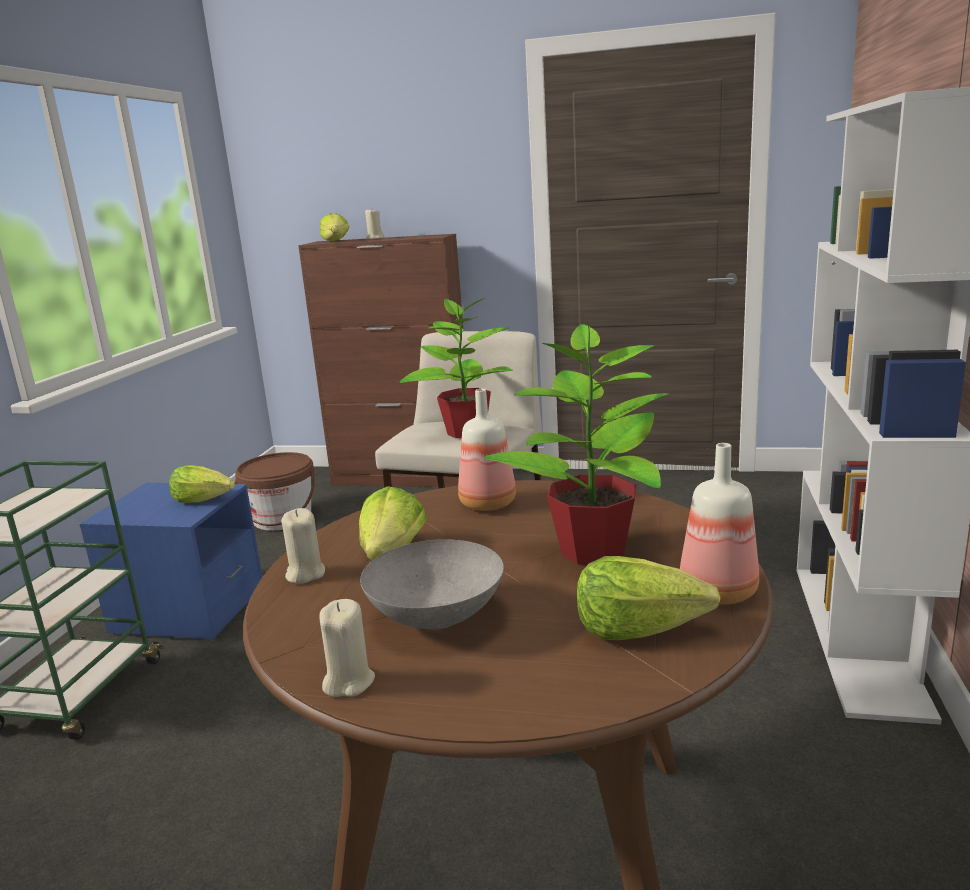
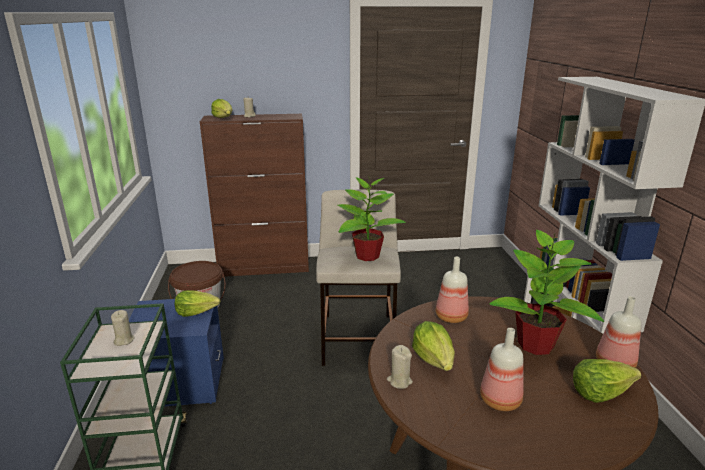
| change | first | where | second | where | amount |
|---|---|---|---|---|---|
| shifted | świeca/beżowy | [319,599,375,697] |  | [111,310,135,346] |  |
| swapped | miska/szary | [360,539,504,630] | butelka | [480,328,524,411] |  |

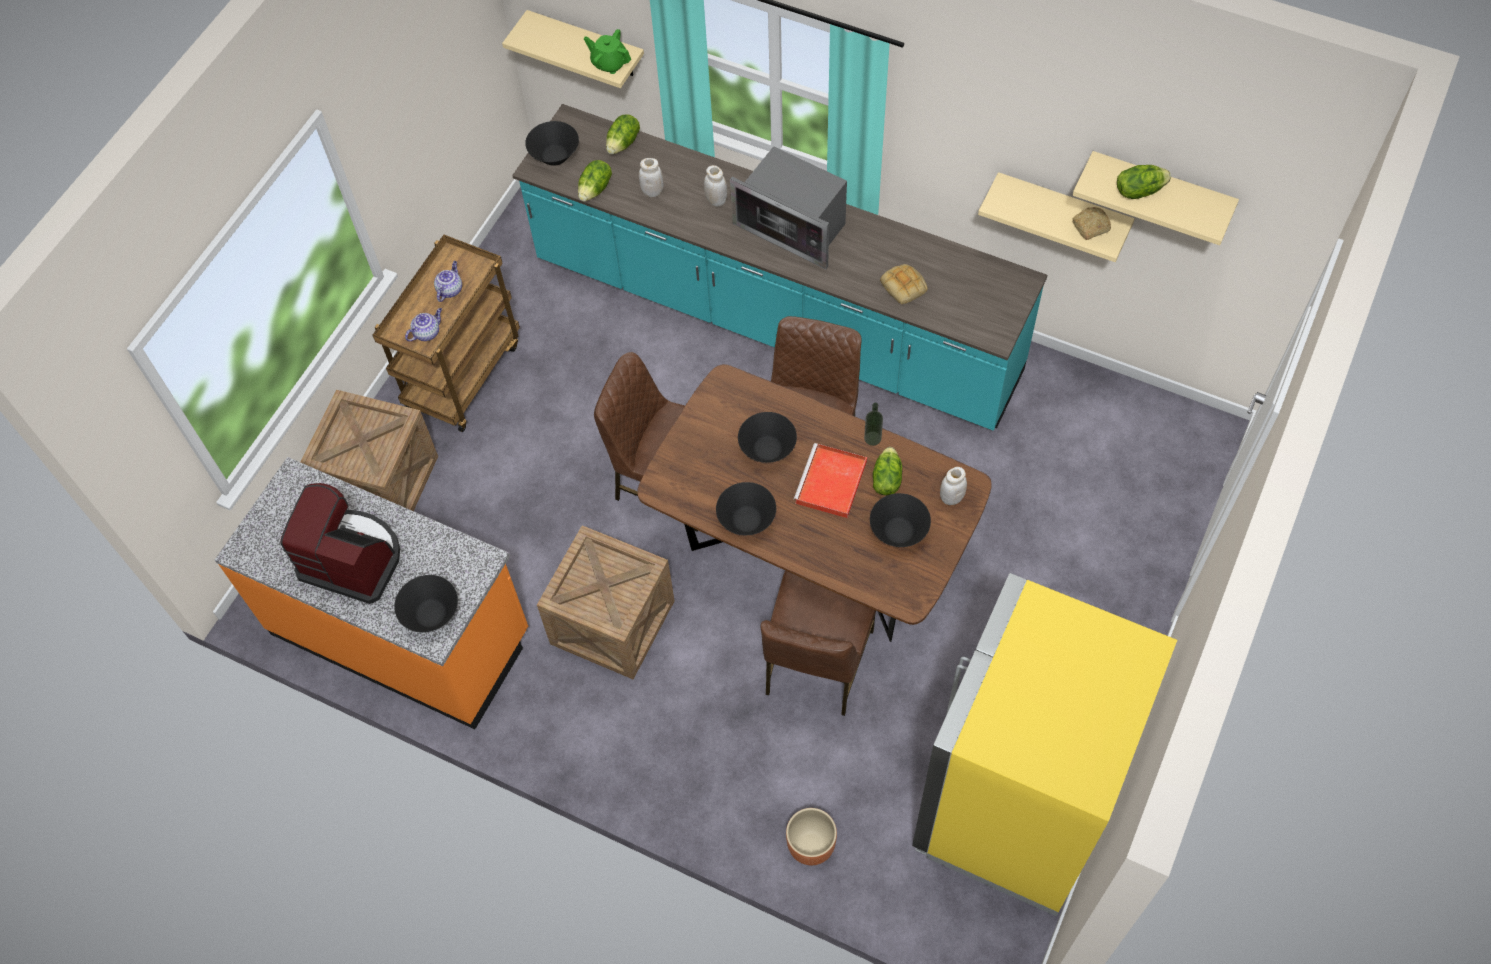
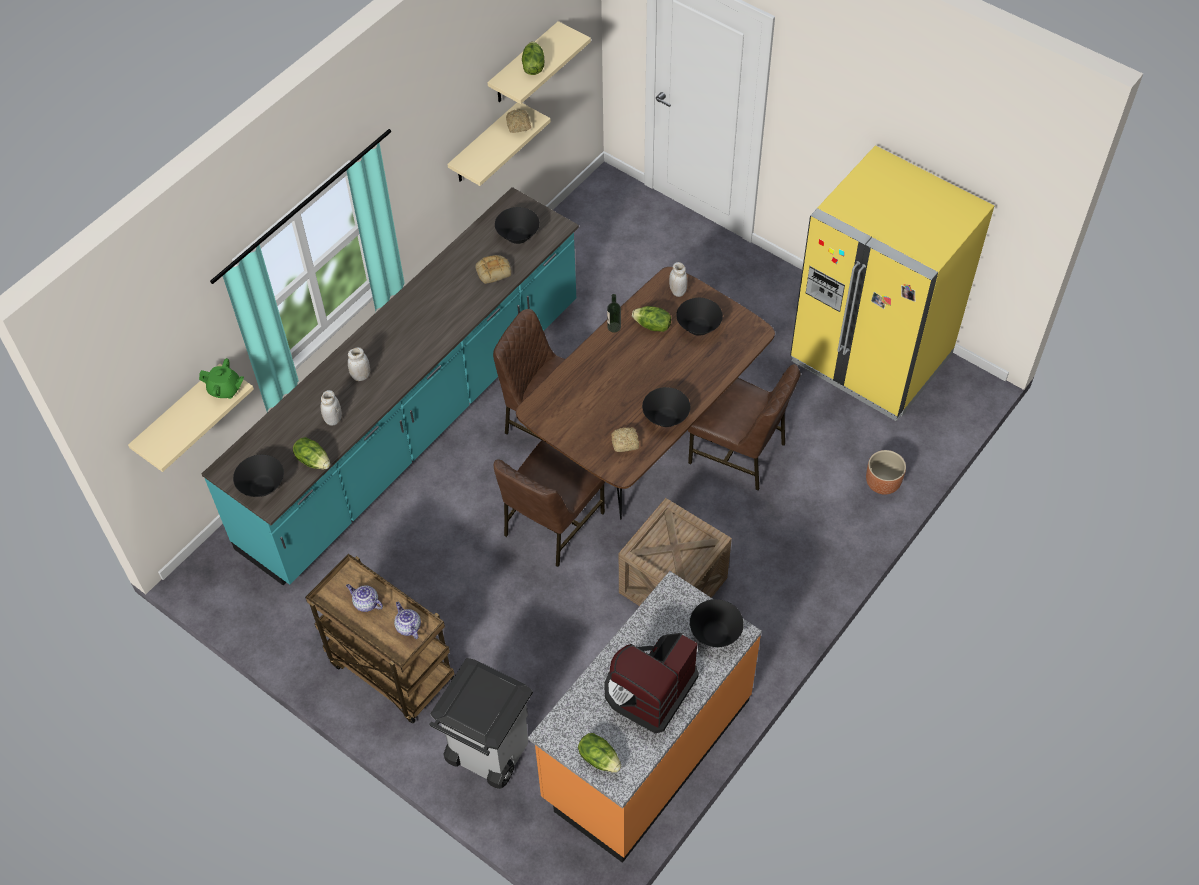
| change | first | where | second | where | amount |
|---|---|---|---|---|---|
| gone | mikrofalówka | [730,146,847,269] |  |  |  |
| gone | taca/czerwony | [794,443,867,518] |  |  |  |
| new |  |  | chleb | [611,427,639,452] |  |
| shifted | sałata | [606,114,640,155] |  | [578,733,621,773] |  |
| shifted | miska/czarny | [738,412,797,463] |  | [495,207,540,244] |  |
| swapped | skrzynka | [301,390,438,511] | kosz na śmieci/szary | [429,658,533,789] |  |
| rotated | imbryk/zielony | [584,29,631,74] |  | [199,358,244,399] | 120 degrees counterclockwise |

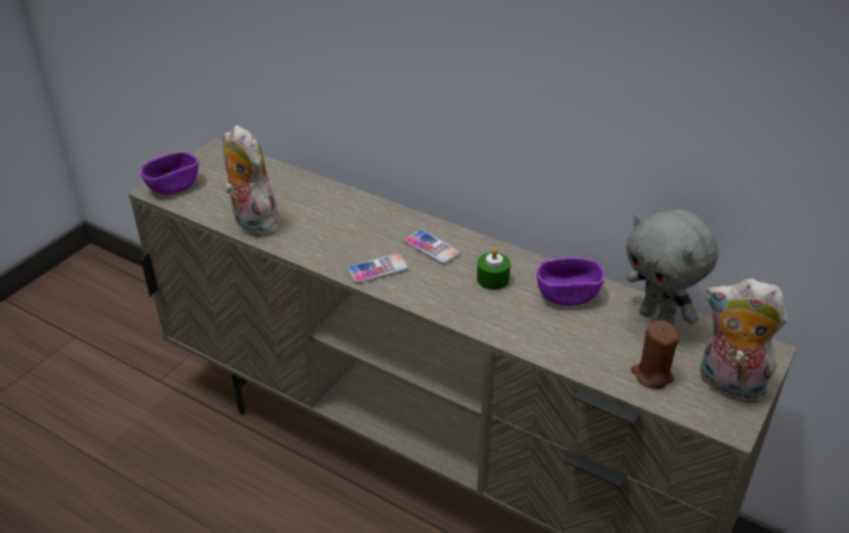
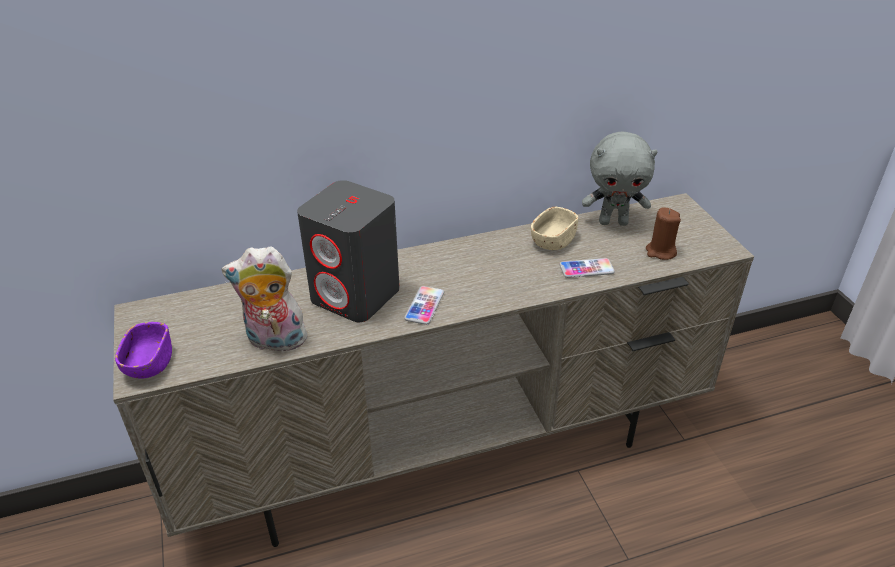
| change | first | where | second | where | amount |
|---|---|---|---|---|---|
| gone | świeca/zielony | [477,248,510,290] |  |  |  |
| gone | pluszak | [700,279,787,403] |  |  |  |
| new |  |  | głośnik/szary | [297,180,400,322] |  |
| shifted | telefon | [404,230,460,264] |  | [559,258,615,278] |  |
| repainted | miska/fioletowy | [537,257,605,306] | miska/beżowy | [531,207,578,250] |  |

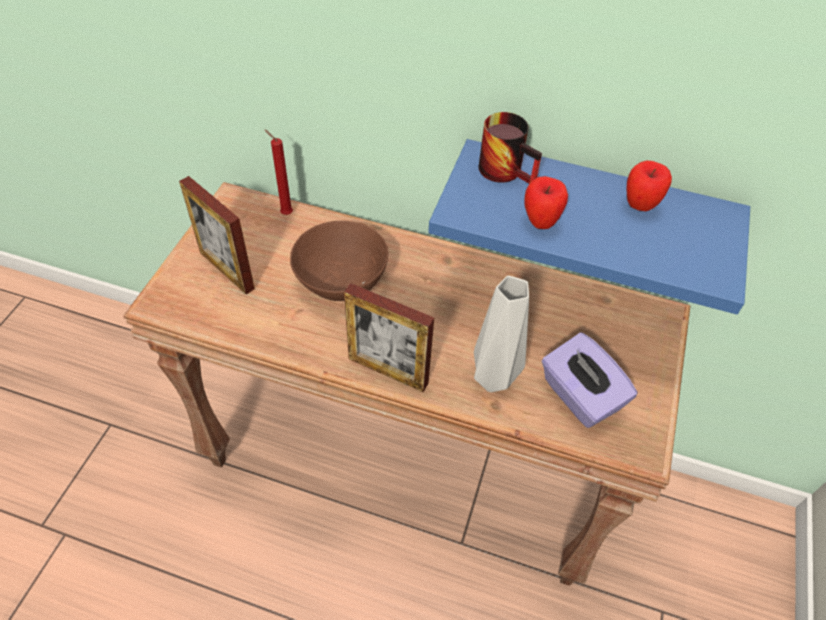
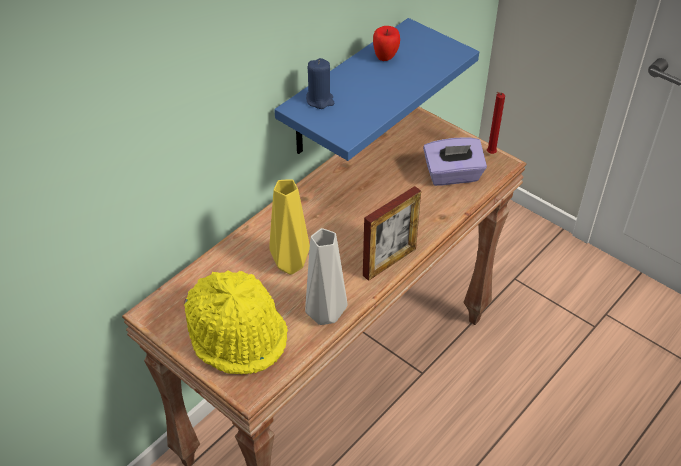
| change | first | where | second | where | amount |
|---|---|---|---|---|---|
| gone | jabłko | [524,176,568,229] |  |  |  |
| shifted | świeca/czerwony | [264,129,293,215] |  | [487,92,505,154] |  |
| shifted | wazon/szary | [474,276,529,392] |  | [305,228,348,325] |  |
| swapped | ramka na zdjęcie | [179,176,255,295] | kapelusz/żółty | [184,270,288,374] |  |
| swapped | miska/brązowy | [290,221,389,301] | wazon/żółty | [269,179,310,275] |  |
| swapped | kubek | [479,112,542,184] | świeca/niebieski | [306,58,334,109] |  |

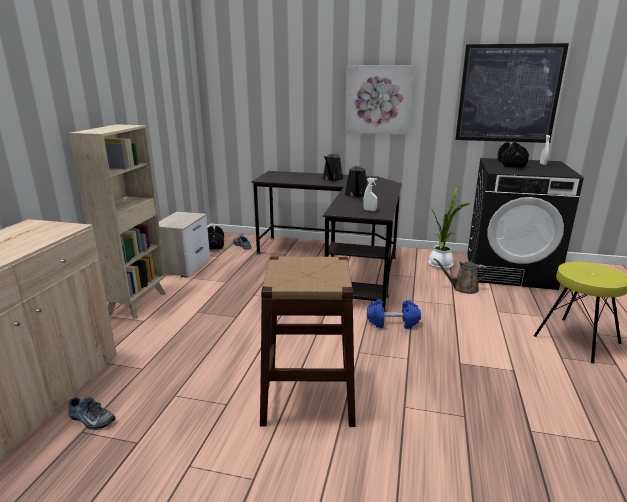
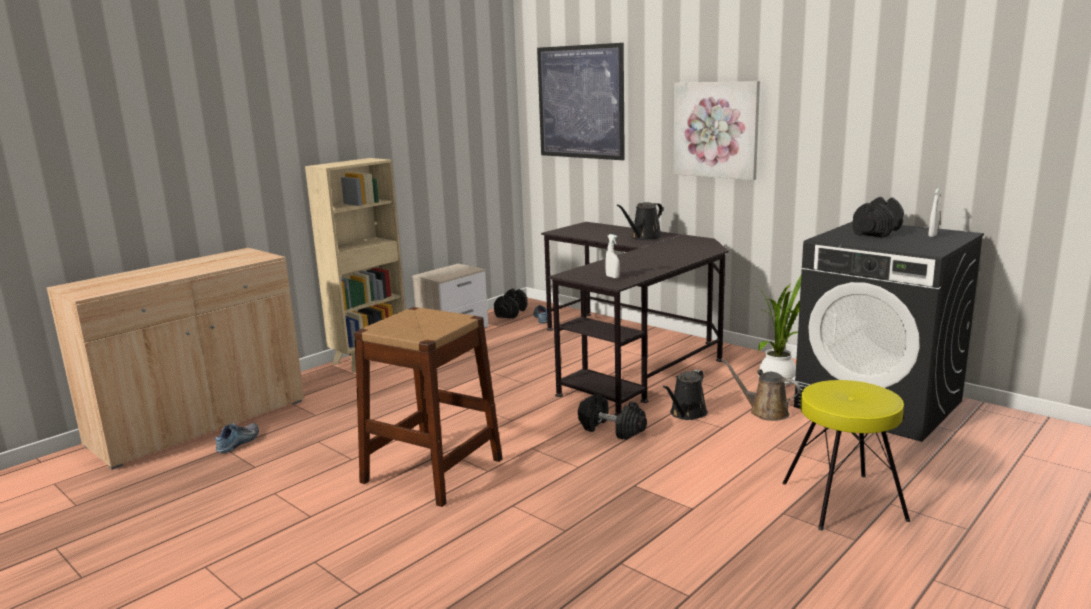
| change | first | where | second | where | amount |
|---|---|---|---|---|---|
| shifted | konewka/czarny | [345,166,367,198] |  | [663,369,708,420] |  |
| shifted | obraz | [455,43,569,143] |  | [537,43,625,160] |  |
| repainted | hantel/niebieski | [367,299,421,329] | hantel/czarny | [578,394,647,440] |  |
| rotated | but | [68,396,116,430] |  | [216,423,259,453] | 120 degrees counterclockwise |

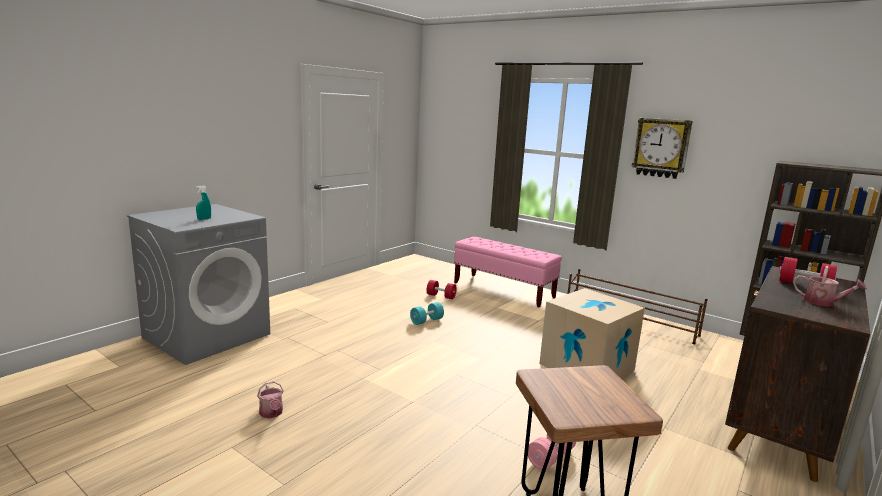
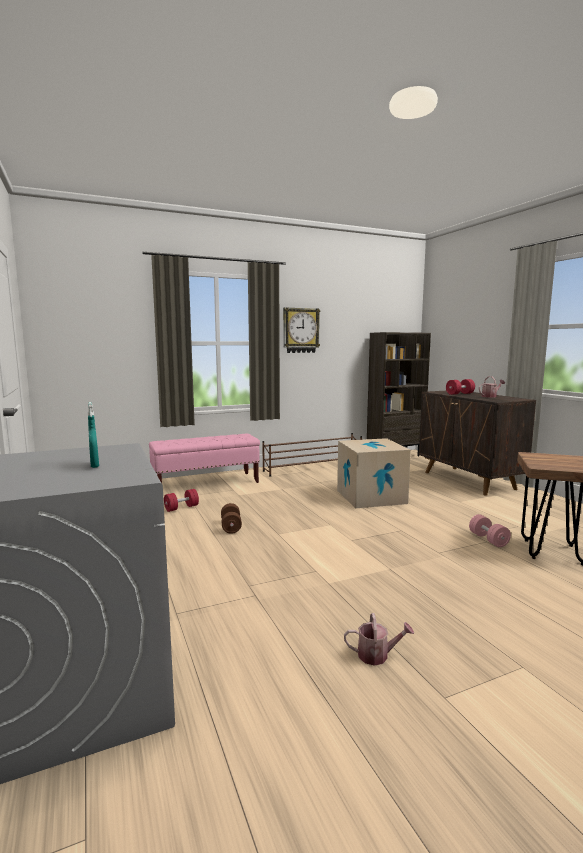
| change | first | where | second | where | amount |
|---|---|---|---|---|---|
| repainted | hantel/turkusowy | [410,302,444,325] | hantel/brązowy | [221,503,242,534] |  |

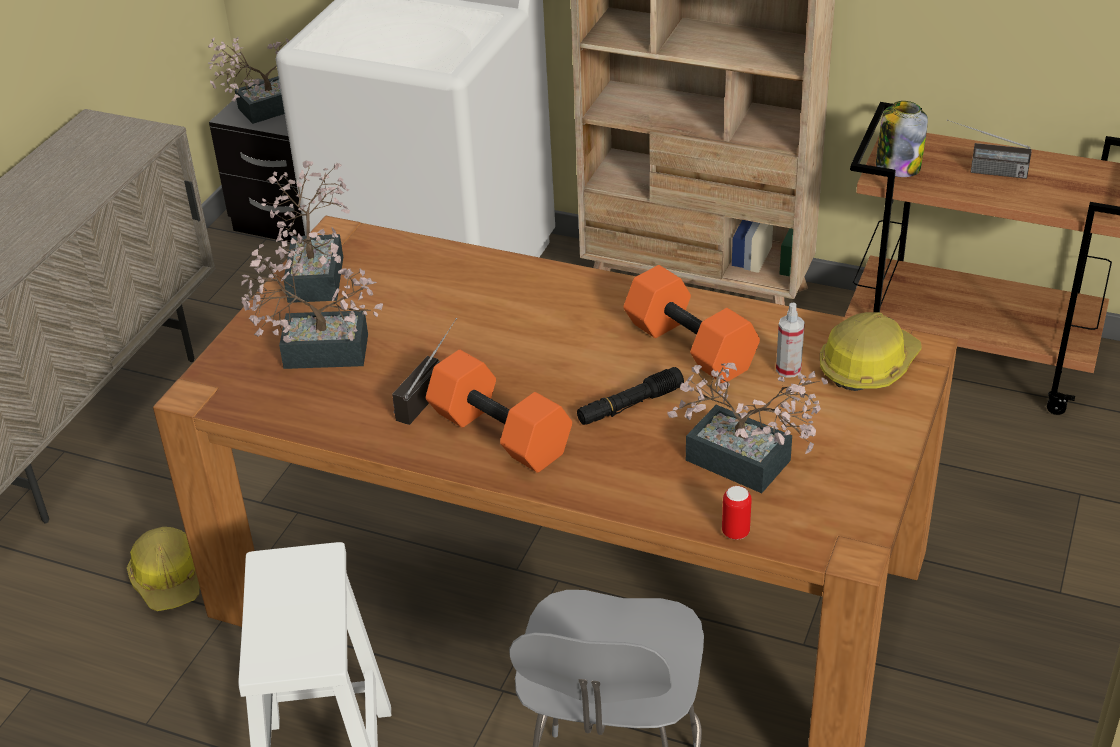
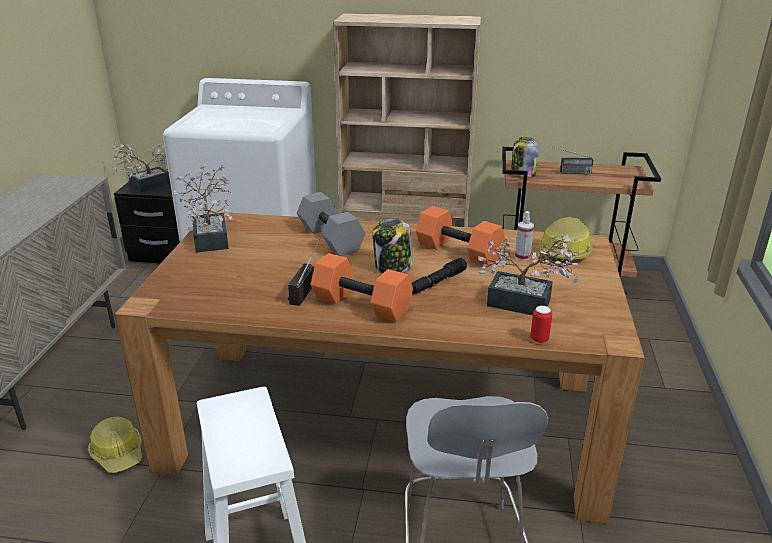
| change | first | where | second | where | amount |
|---|---|---|---|---|---|
| gone | roślina doniczkowa | [241,244,383,369] |  |  |  |
| new |  |  | hantel/szary | [297,192,366,256] |  |
| new |  |  | słoik | [373,218,413,274] |  |

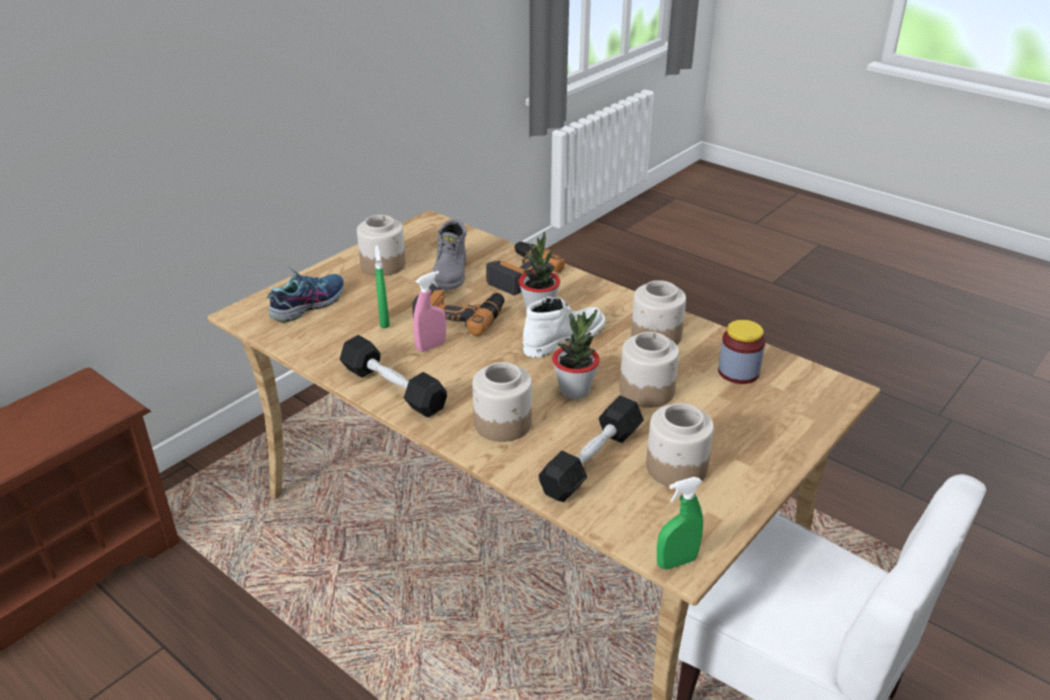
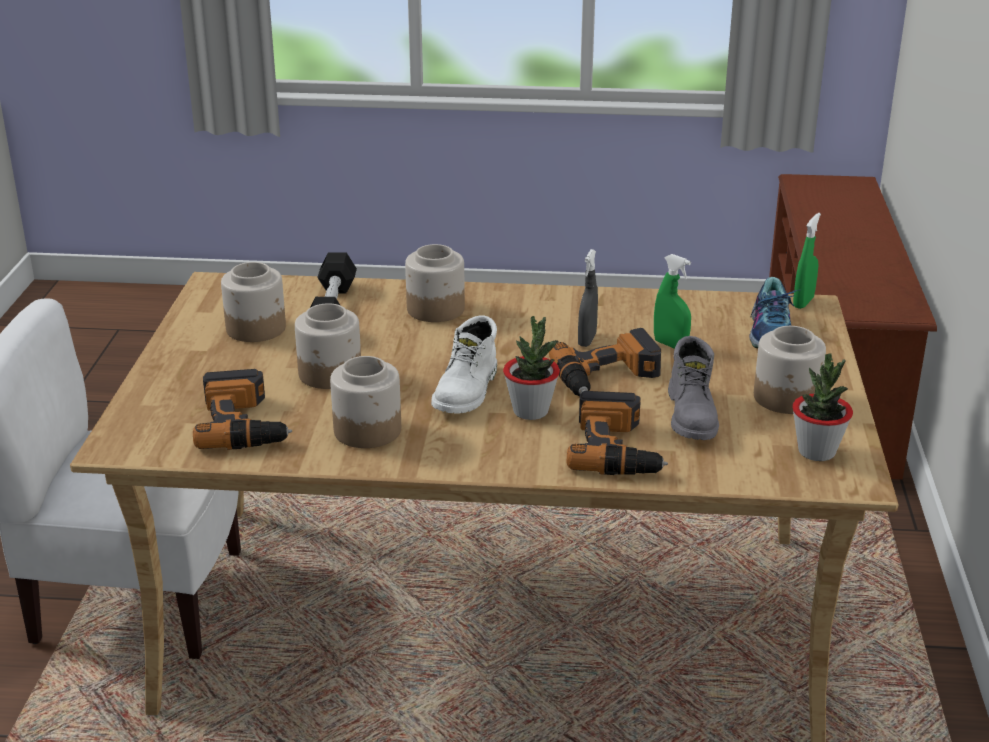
| change | first | where | second | where | amount |
|---|---|---|---|---|---|
| gone | hantel/czarny | [340,335,447,417] |  |  |  |
| shifted | roślina doniczkowa | [552,309,600,399] |  | [792,353,853,461] |  |
| shifted | spryskiwacz/zielony | [657,477,703,569] |  | [793,213,821,309] |  |
| swapped | słoik | [718,320,765,384] | wiertarka | [193,369,292,450] |  |
| repainted | spryskiwacz/różowy | [413,271,446,352] | spryskiwacz/szary | [578,249,598,347] |  |
| rotated | but z cholewką/szary | [432,219,466,290] |  | [668,336,719,440] | 150 degrees counterclockwise |

